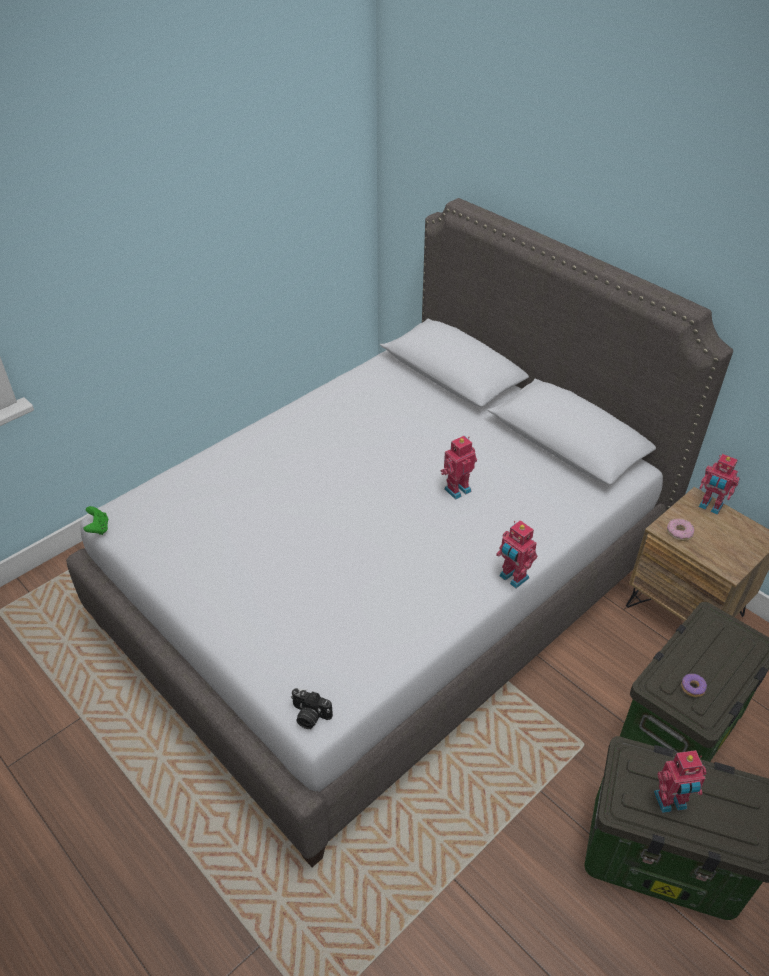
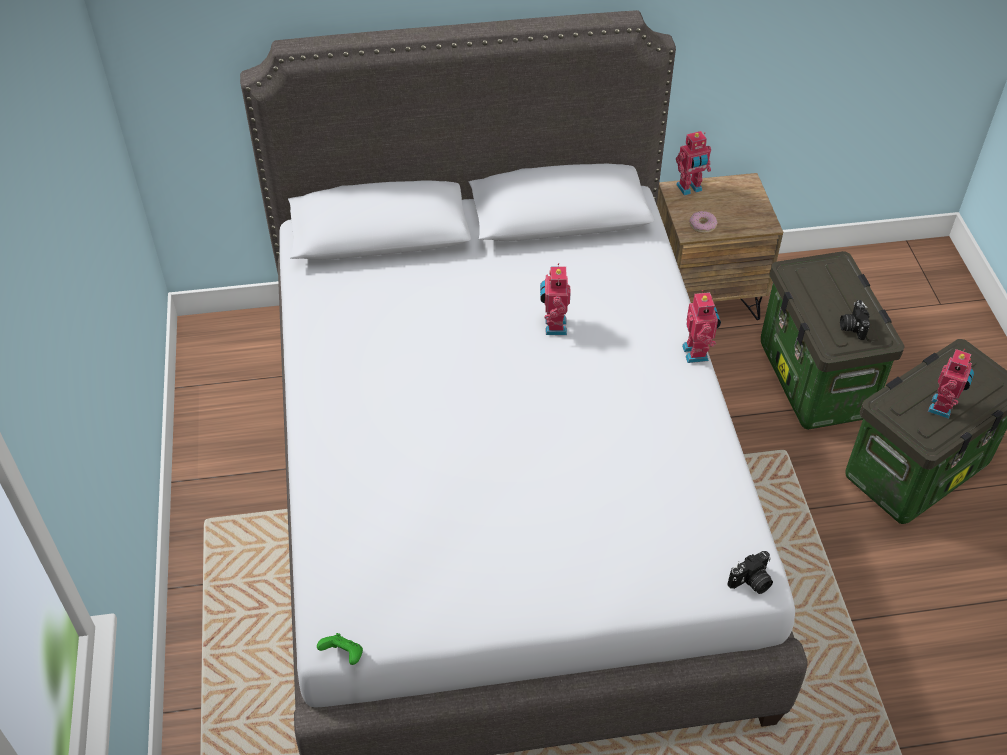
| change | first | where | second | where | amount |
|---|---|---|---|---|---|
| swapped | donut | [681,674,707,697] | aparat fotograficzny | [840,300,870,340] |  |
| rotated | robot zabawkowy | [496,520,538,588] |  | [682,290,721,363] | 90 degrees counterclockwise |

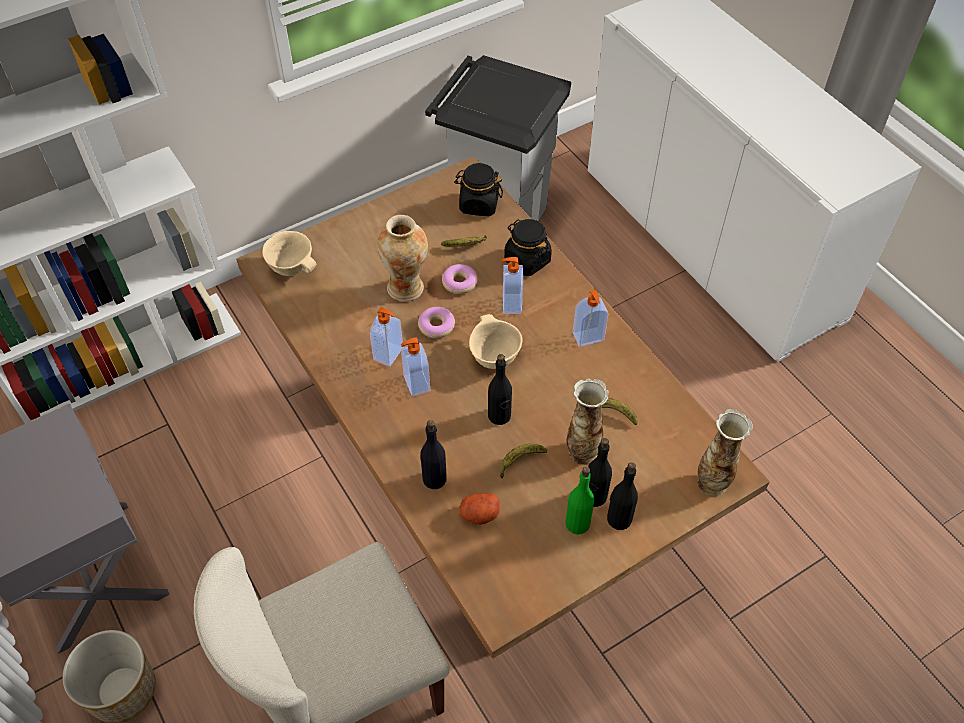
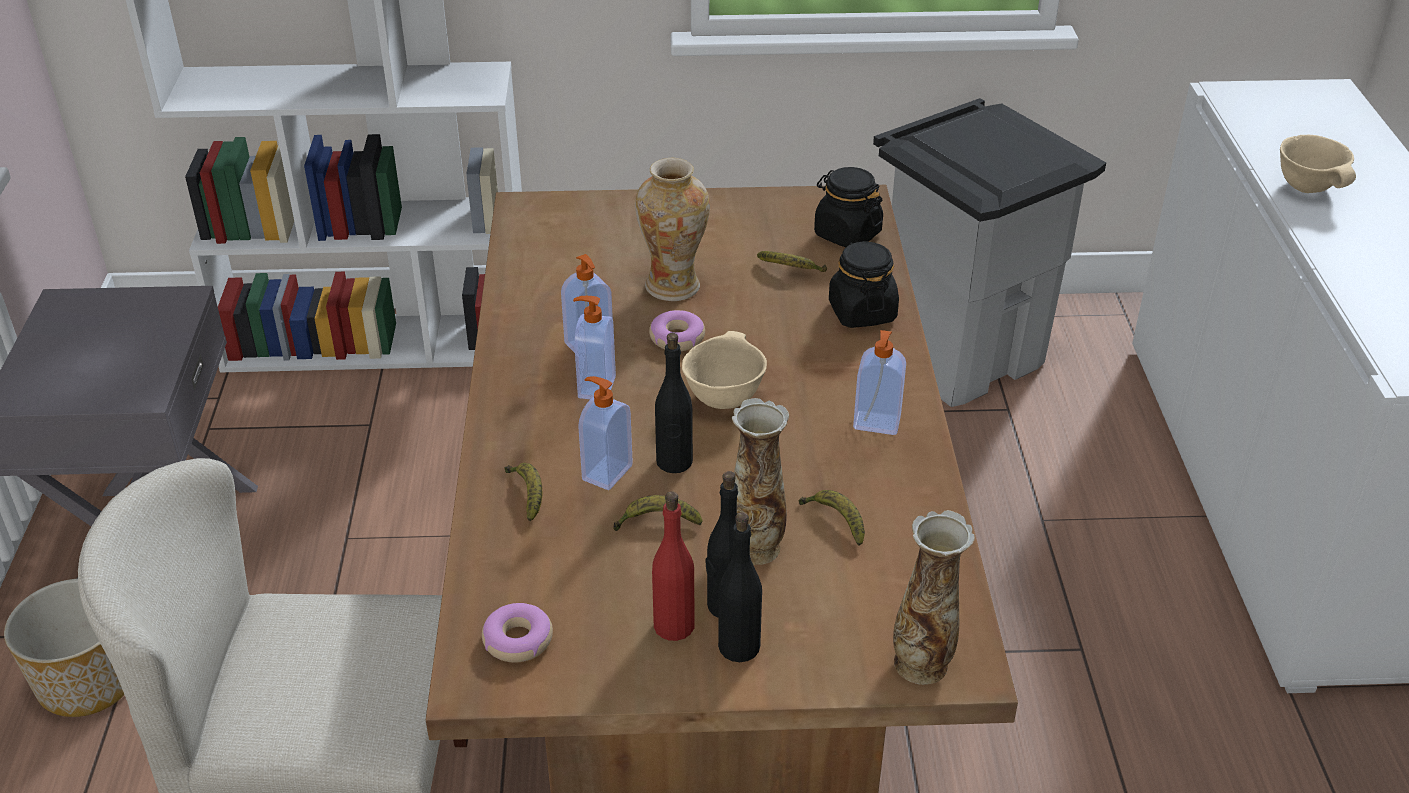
| change | first | where | second | where | amount |
|---|---|---|---|---|---|
| gone | ziemniak | [459,493,500,525] |  |  |  |
| shifted | miska/beżowy | [262,231,316,276] |  | [1280,135,1356,193] |  |
| shifted | donut | [442,264,478,294] |  | [482,603,553,663] |  |
| shifted | dozownik mydła | [502,257,523,314] |  | [578,376,633,490] |  |
| swapped | butelka/czarny | [421,420,447,489] | banan | [504,463,542,521] |  |
| repainted | butelka/zielony | [565,467,594,535] | butelka/czerwony | [652,492,695,641] |  |

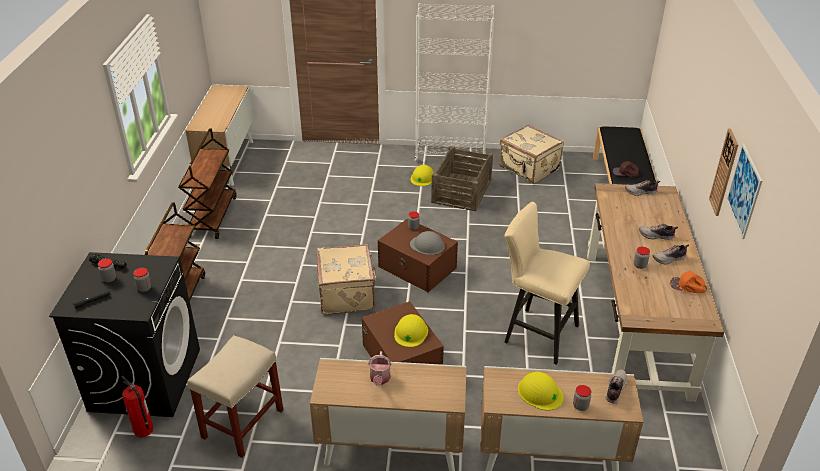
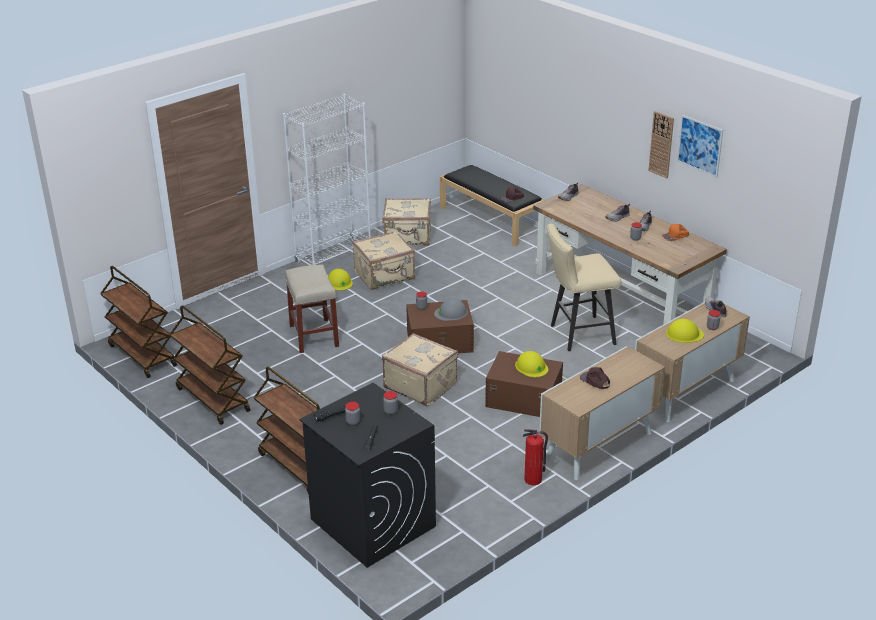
| change | first | where | second | where | amount |
|---|---|---|---|---|---|
| shifted | gaśnica | [122,376,154,438] |  | [523,429,548,486] |  |
| shifted | stołek/beżowy | [187,335,284,458] |  | [285,265,339,353] |  |
| swapped | szafka | [186,85,254,186] | wózek/brązowy | [100,266,177,378] |  |
| swapped | konewka | [368,351,391,386] | czapka z daszkiem/brązowy | [580,367,610,389] |  |
| swapped | skrzynka | [431,146,493,211] | walizka/beżowy | [352,231,415,290] |  |

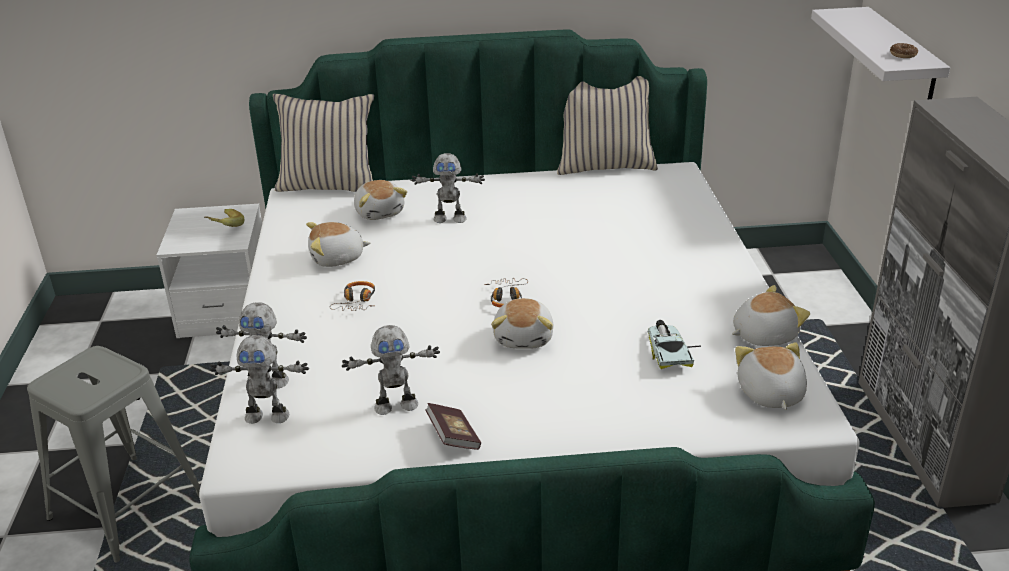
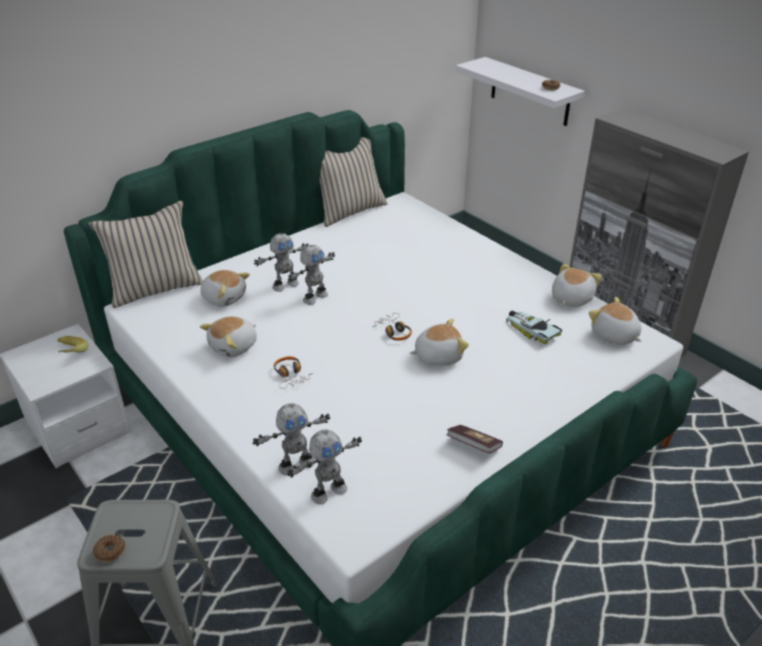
| change | first | where | second | where | amount |
|---|---|---|---|---|---|
| new |  |  | donut | [93,535,125,562] |  |
| shifted | robot zabawkowy | [342,325,440,415] |  | [288,245,335,305] |  |
| rotated | pluszak | [491,298,553,349] |  | [410,319,469,366] | 75 degrees counterclockwise |

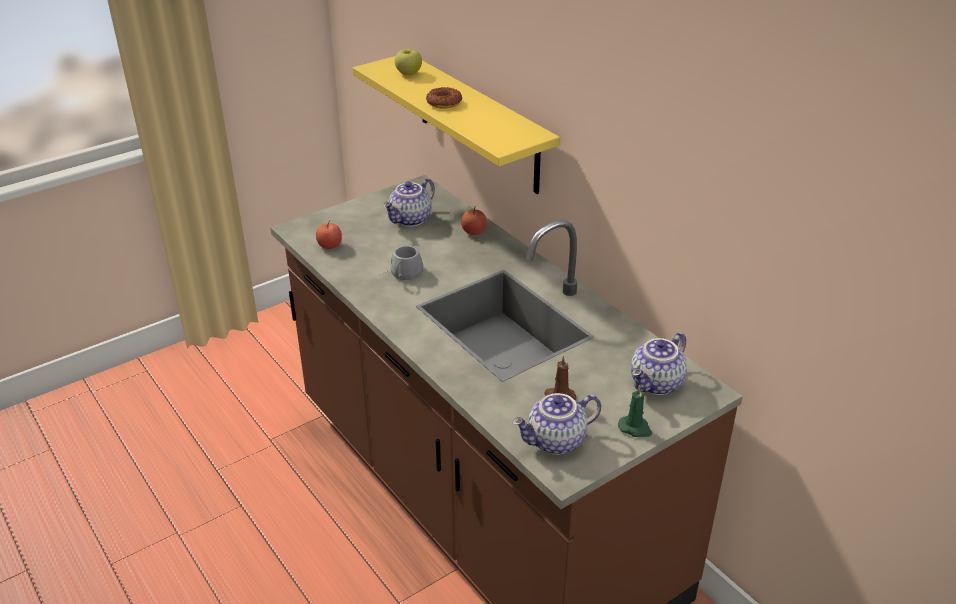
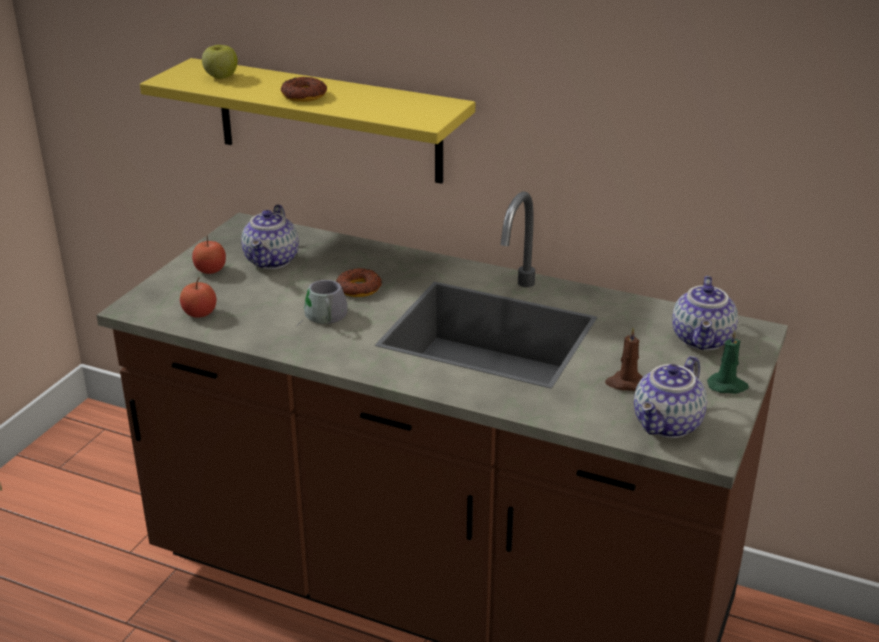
| change | first | where | second | where | amount |
|---|---|---|---|---|---|
| new |  |  | donut | [336,268,382,297] |  |
| shifted | jabłko | [461,206,487,235] |  | [192,235,226,274] |  |

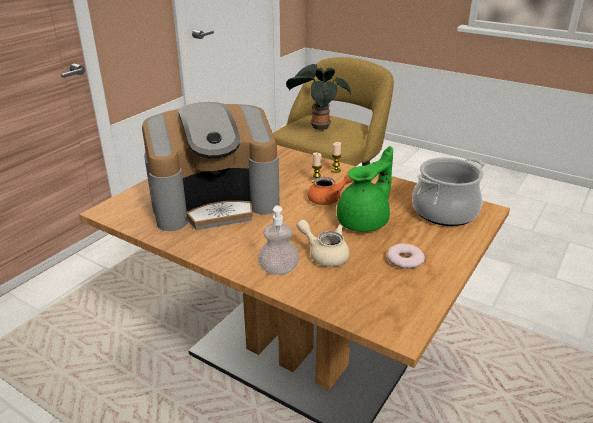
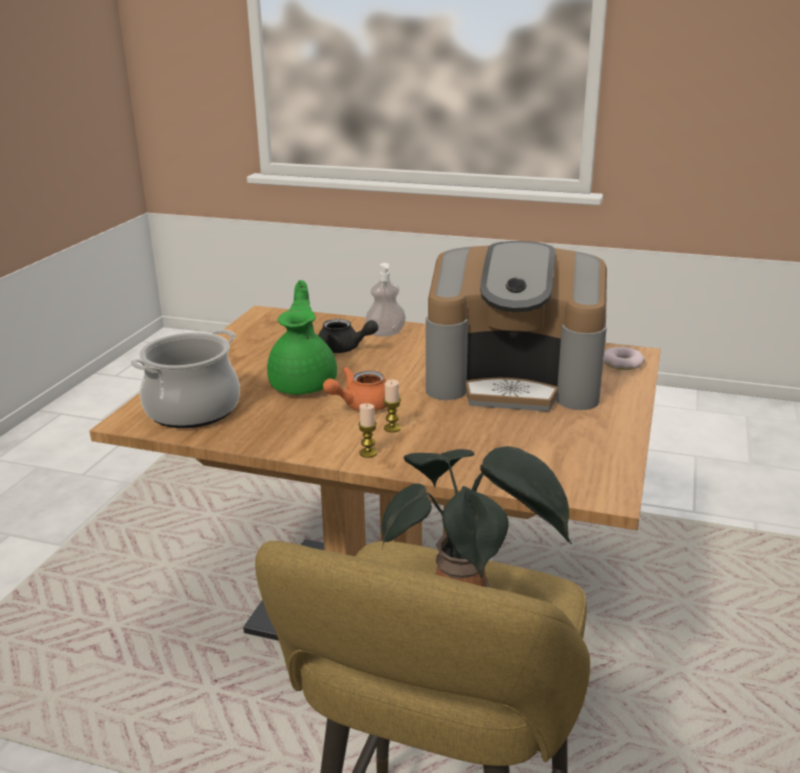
| change | first | where | second | where | amount |
|---|---|---|---|---|---|
| shifted | donut | [387,244,425,269] |  | [603,347,645,370] |  |
| repainted | imbryk/beżowy | [297,220,350,267] | imbryk/czarny | [318,319,378,353] |  |
| rotated | ekspres do kawy | [142,102,280,231] |  | [426,241,607,412] | 135 degrees counterclockwise |
| rotated | imbryk/zielony | [337,146,393,232] |  | [267,280,337,395] | 150 degrees clockwise |

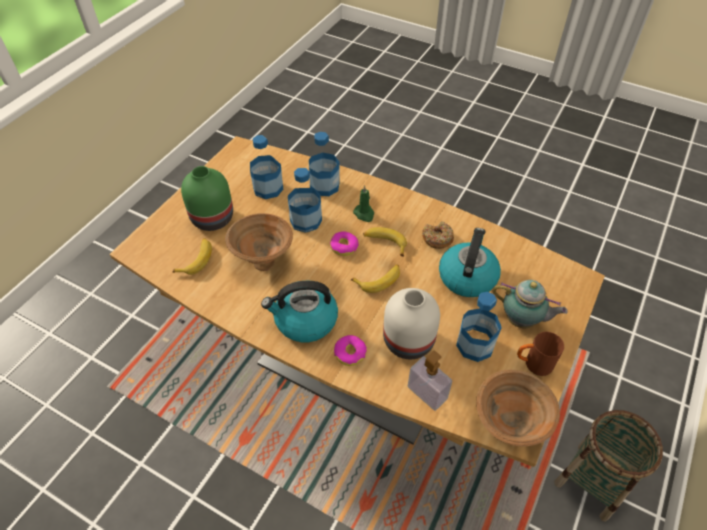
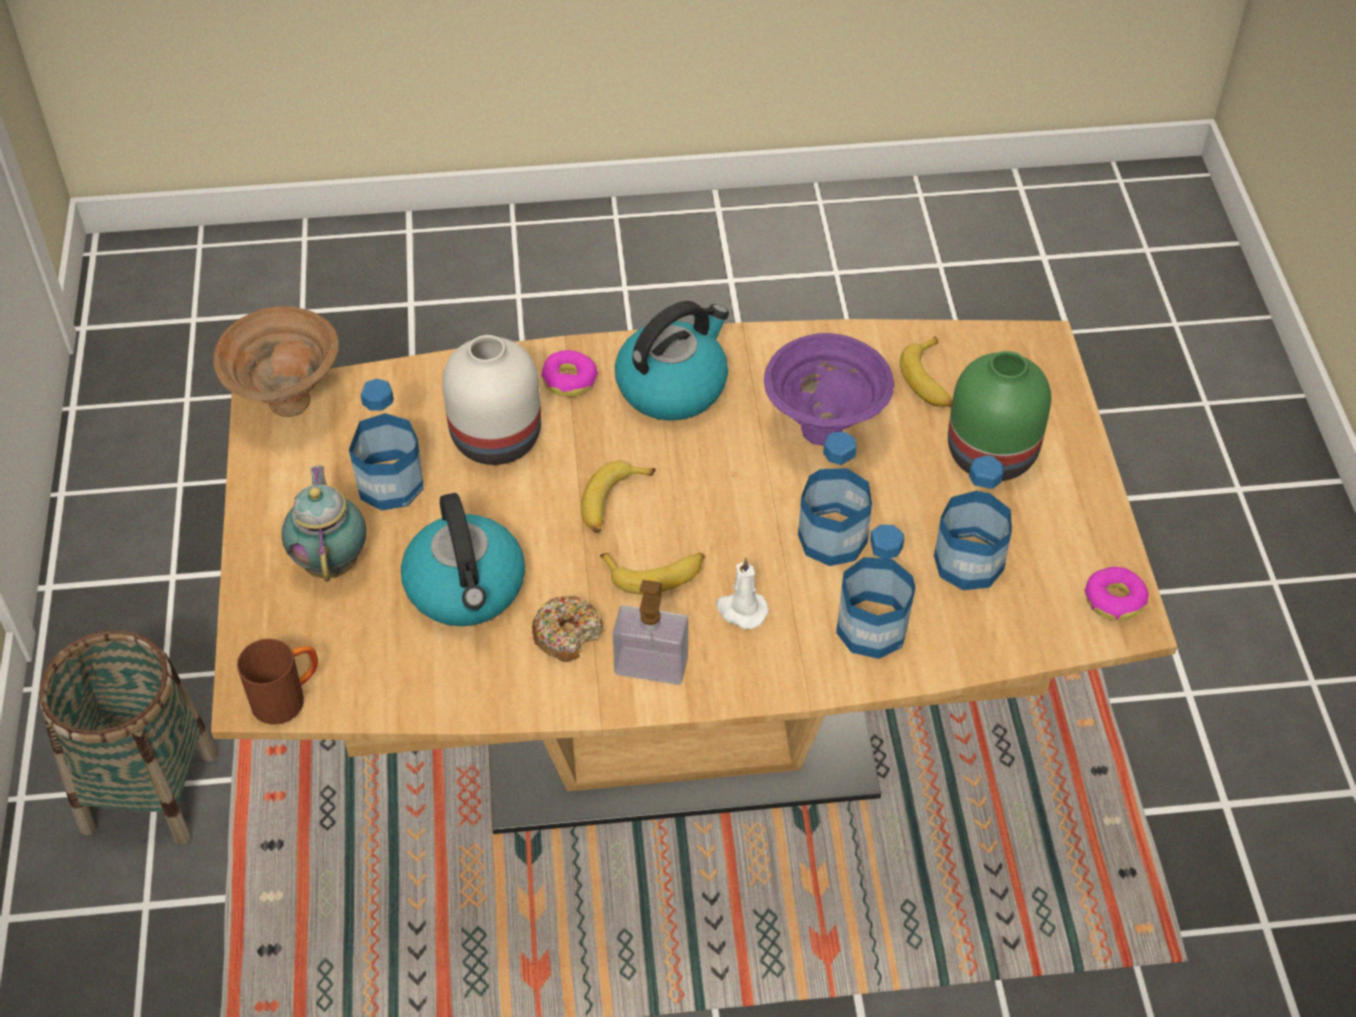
| change | first | where | second | where | amount |
|---|---|---|---|---|---|
| shifted | donut | [330,231,359,256] |  | [1084,567,1149,620] |  |
| shifted | dozownik mydła | [408,351,452,411] |  | [613,580,688,685] |  |
| shifted | kubek/brązowy | [517,332,564,376] |  | [237,639,318,725] |  |
| repainted | miska/brązowy | [225,213,293,271] | miska/fioletowy | [764,333,894,446] |  |
| repainted | świeca/zielony | [353,185,374,222] | świeca/biały | [716,557,769,629] |  |
| rotated | imbryk | [493,280,568,328] |  | [282,466,366,582] | 90 degrees clockwise |

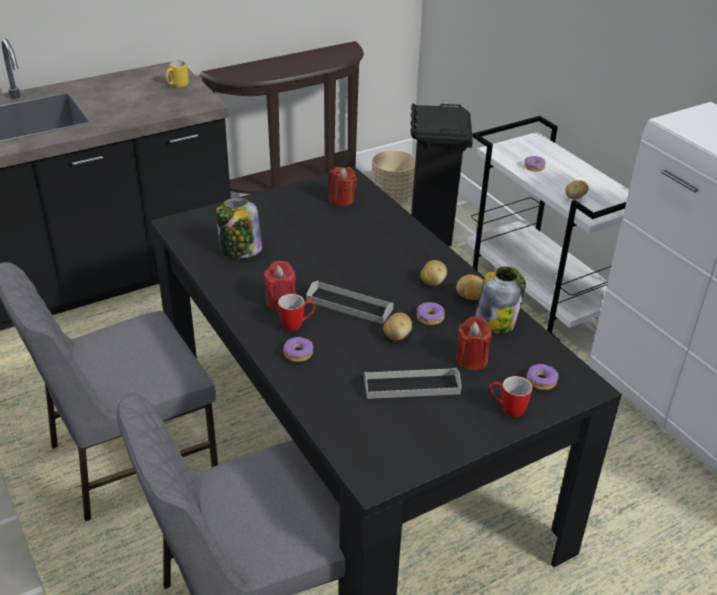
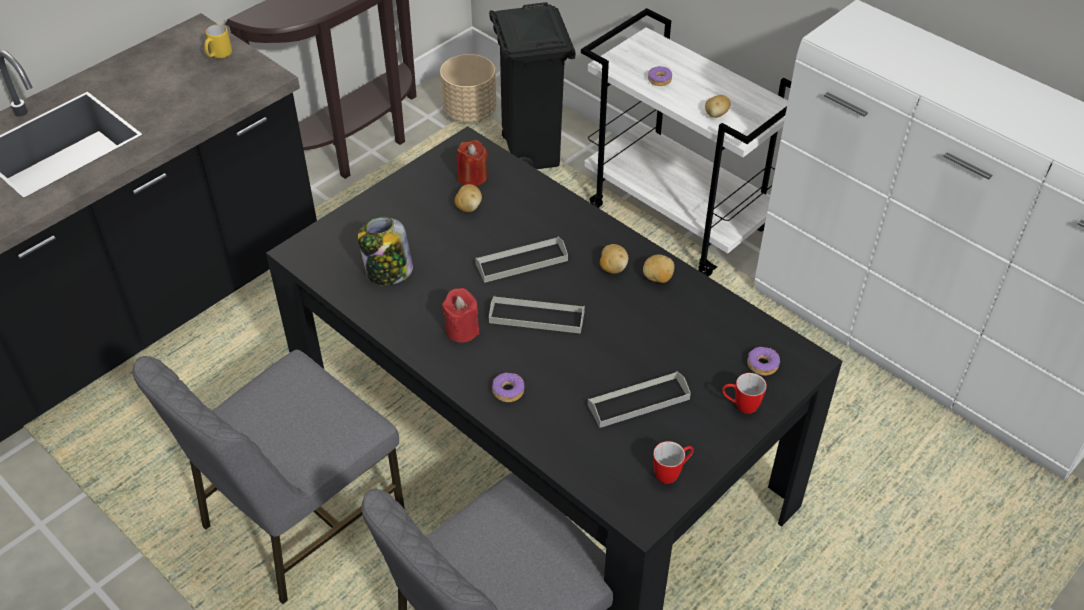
| change | first | where | second | where | amount |
|---|---|---|---|---|---|
| gone | donut | [417,302,445,325] |  |  |  |
| gone | świeca/czerwony | [456,316,492,370] |  |  |  |
| gone | słoik | [475,266,526,334] |  |  |  |
| new |  |  | taca/szary | [475,237,568,283] |  |
| shifted | kubek | [278,294,316,331] |  | [653,441,694,484] |  |
| shifted | ziemniak | [383,312,412,341] |  | [454,184,482,212] |  |

